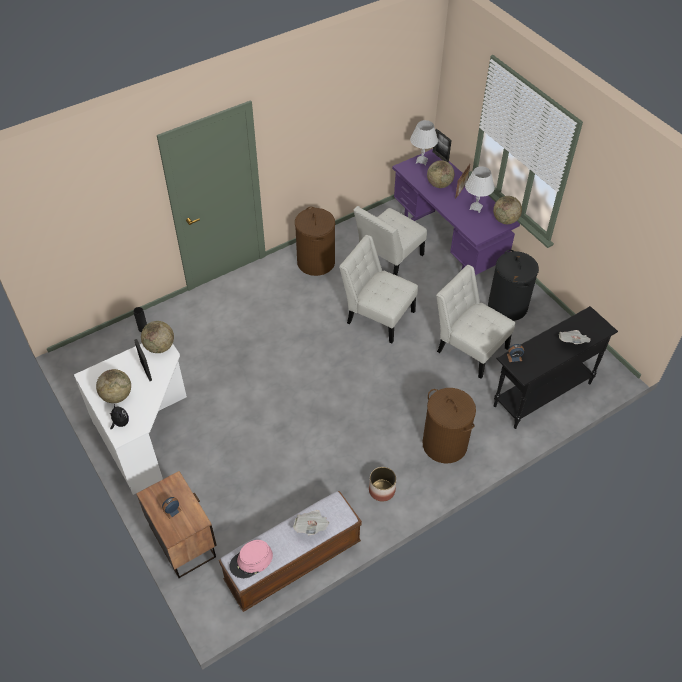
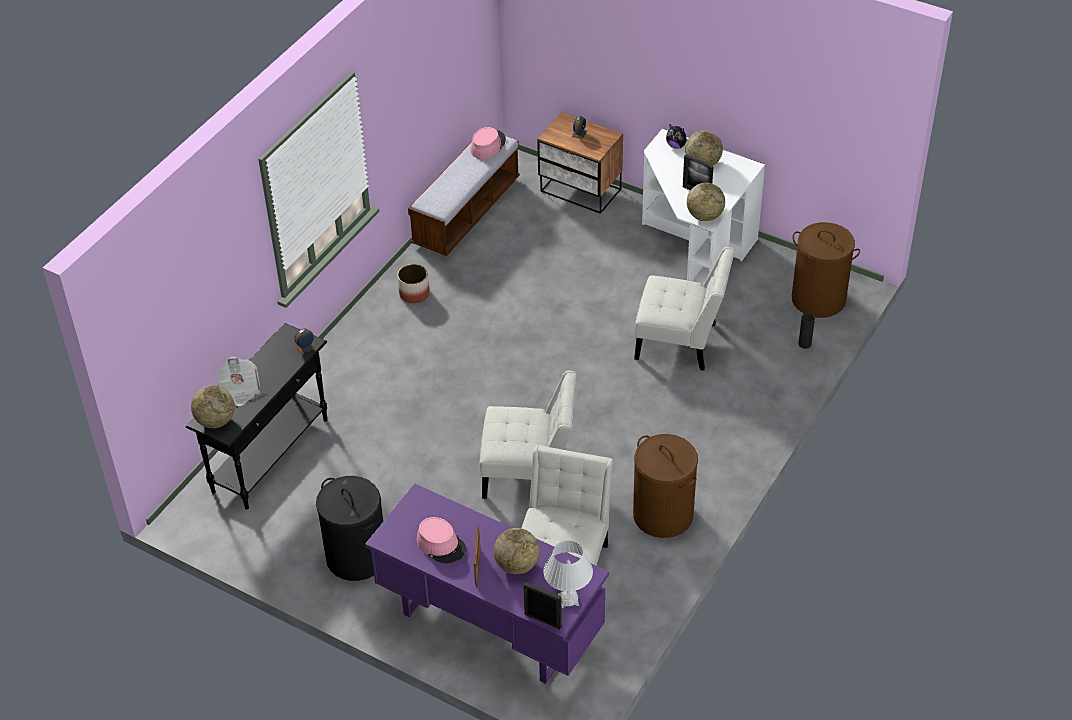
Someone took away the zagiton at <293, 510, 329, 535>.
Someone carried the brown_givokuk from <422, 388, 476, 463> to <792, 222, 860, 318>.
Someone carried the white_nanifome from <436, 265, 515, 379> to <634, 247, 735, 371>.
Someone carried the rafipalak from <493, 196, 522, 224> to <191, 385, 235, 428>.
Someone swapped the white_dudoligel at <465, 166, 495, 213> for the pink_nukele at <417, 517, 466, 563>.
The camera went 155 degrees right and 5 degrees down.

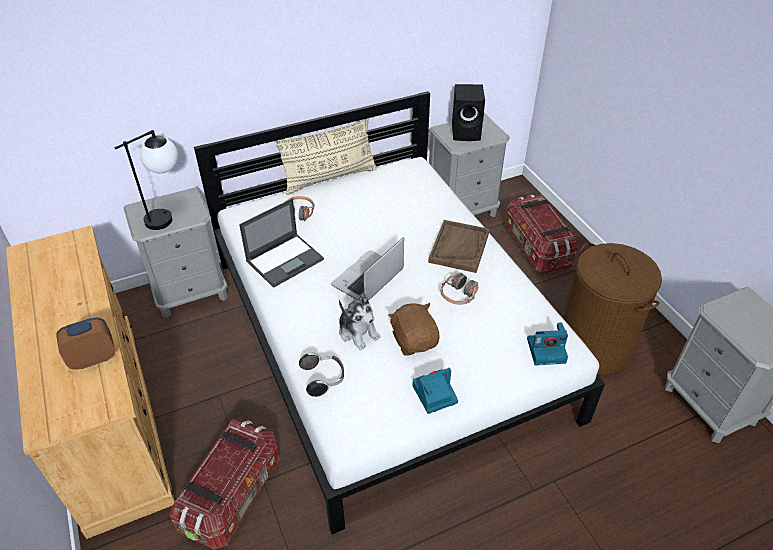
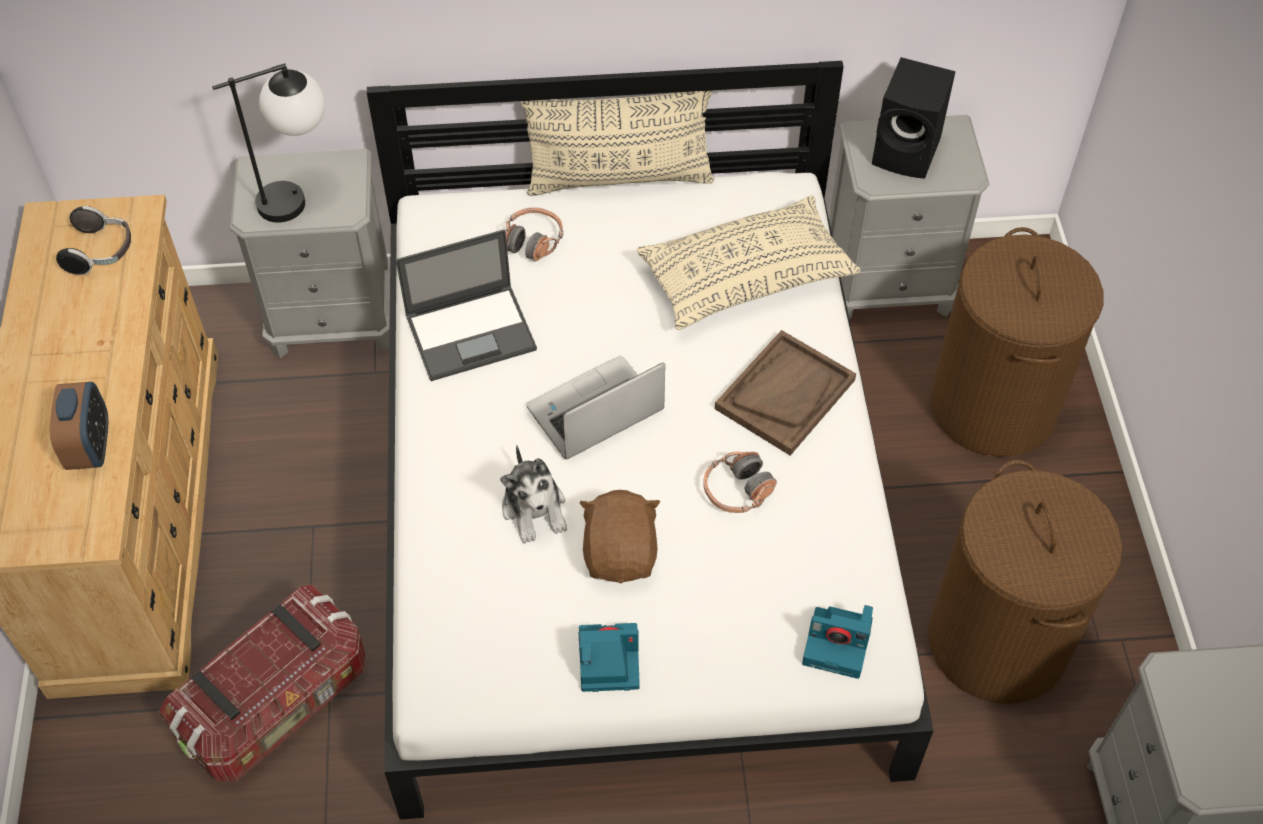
Someone put down the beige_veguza at <637, 195, 860, 330>.
Someone carried the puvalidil from <299, 353, 344, 397> to <56, 206, 131, 275>.
Someone swapped the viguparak at <505, 194, 578, 273> for the brown_givokuk at <930, 227, 1104, 457>.
Someone rotated the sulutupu at <56, 317, 115, 370> by 90 degrees clockwise.
The camera went 20 degrees right and 10 degrees up.

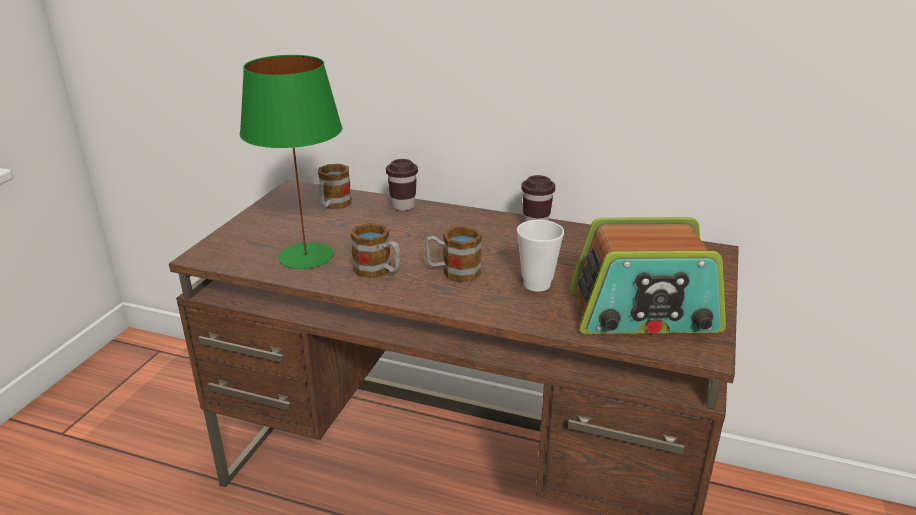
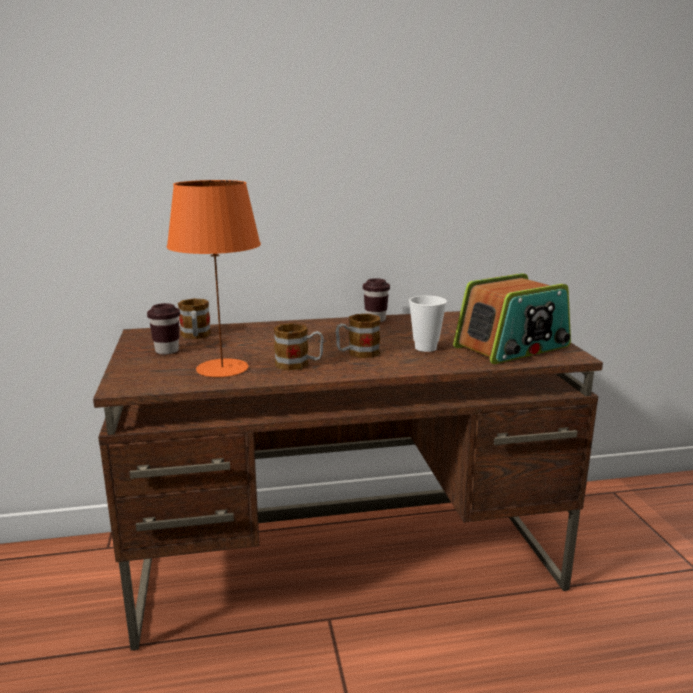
Someone carried the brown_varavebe from <386, 159, 418, 211> to <147, 303, 180, 355>.
Someone repainted the green_dudoligel at <240, 55, 342, 269>, which became the orange_dudoligel at <167, 180, 261, 377>.
The camera went 30 degrees left and 10 degrees down.

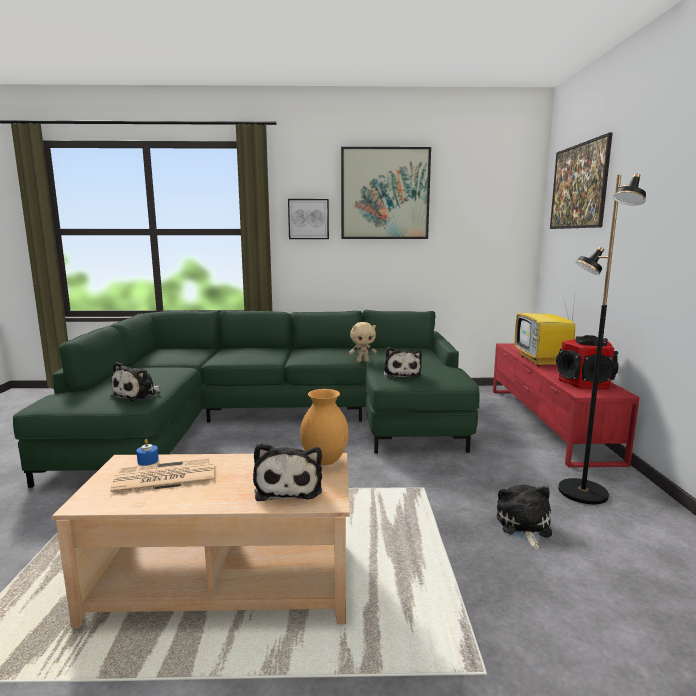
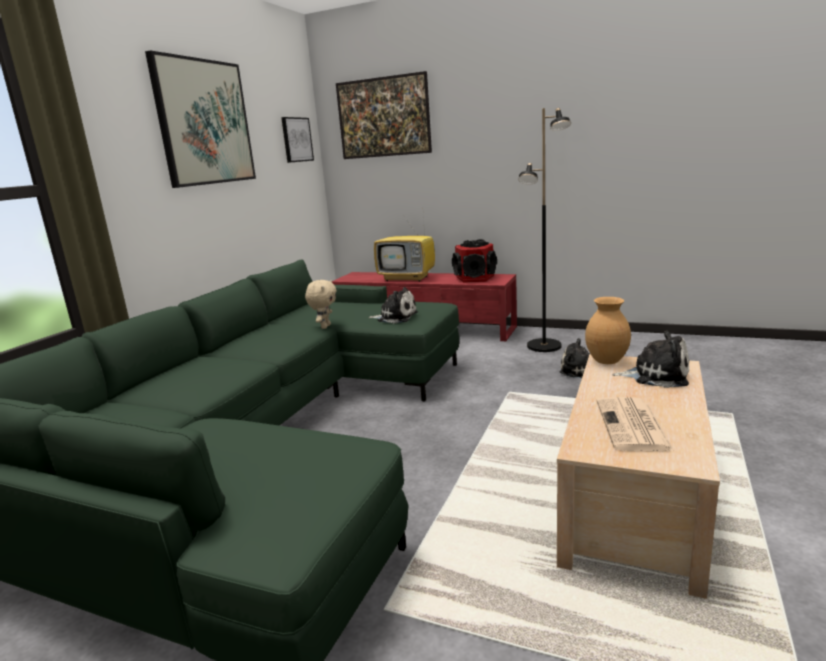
Someone took away the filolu at <110, 362, 161, 401>.
Someone took away the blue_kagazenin at <136, 439, 159, 466>.
Someone carried the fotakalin from <288, 199, 329, 239> to <281, 117, 314, 163>.
The camera went 65 degrees left and 5 degrees up.

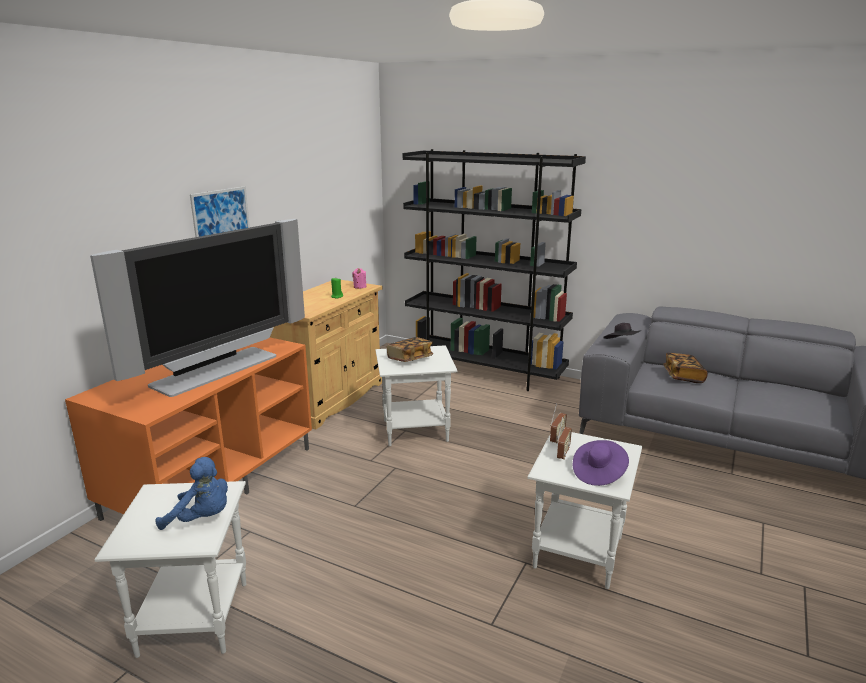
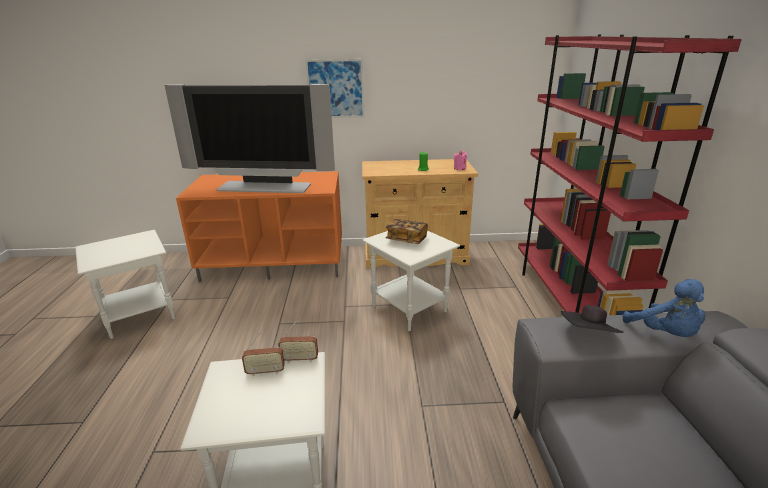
Someone took away the purple_nukele at <573, 440, 629, 486>.
Someone took away the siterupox at <663, 353, 708, 383>.
Someone carried the blue_filolu from <156, 457, 228, 530> to <623, 279, 706, 337>.
Someone repainted the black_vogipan at <403, 149, 586, 391>, which became the red_vogipan at <518, 34, 742, 315>.
The camera went 60 degrees right and 5 degrees up.

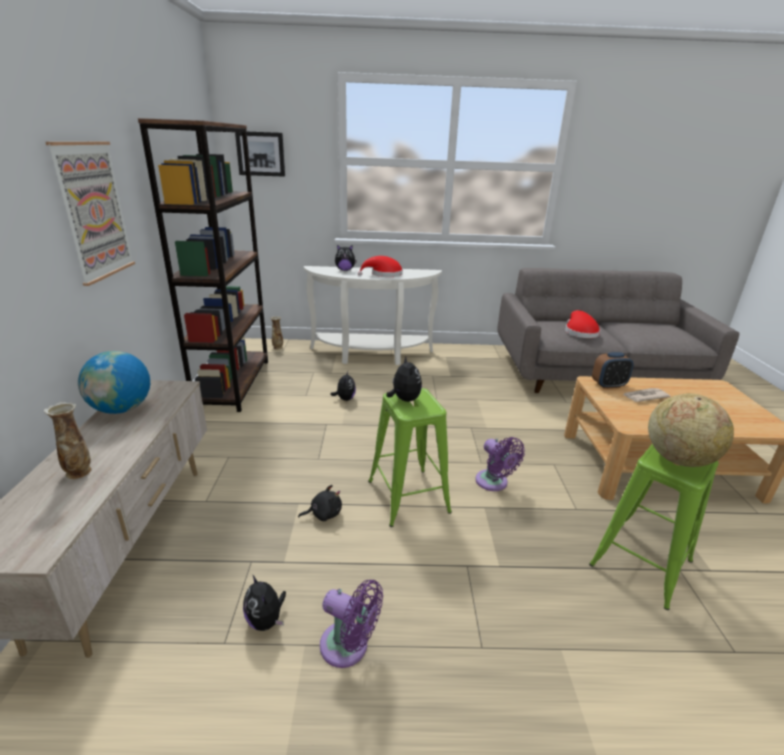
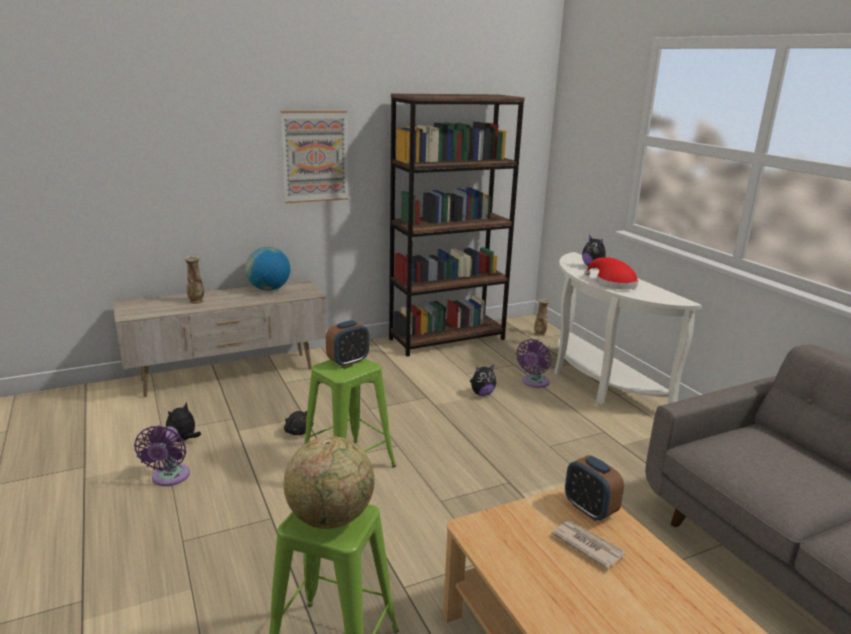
Someone took away the fotakalin at <235, 131, 285, 177>.
Someone took away the red_nukele at <565, 310, 600, 338>.
Someone carried the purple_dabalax from <475, 437, 525, 491> to <516, 339, 551, 388>.
Someone swapped the filolu at <387, 357, 422, 402> for the sulutupu at <326, 320, 369, 367>.
The camera went 65 degrees right and 5 degrees down.

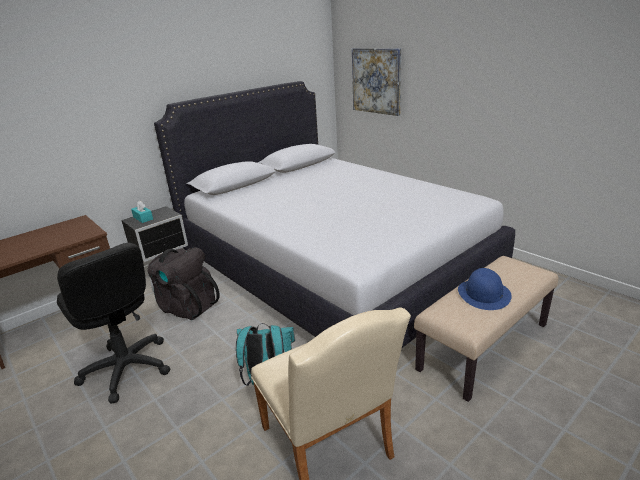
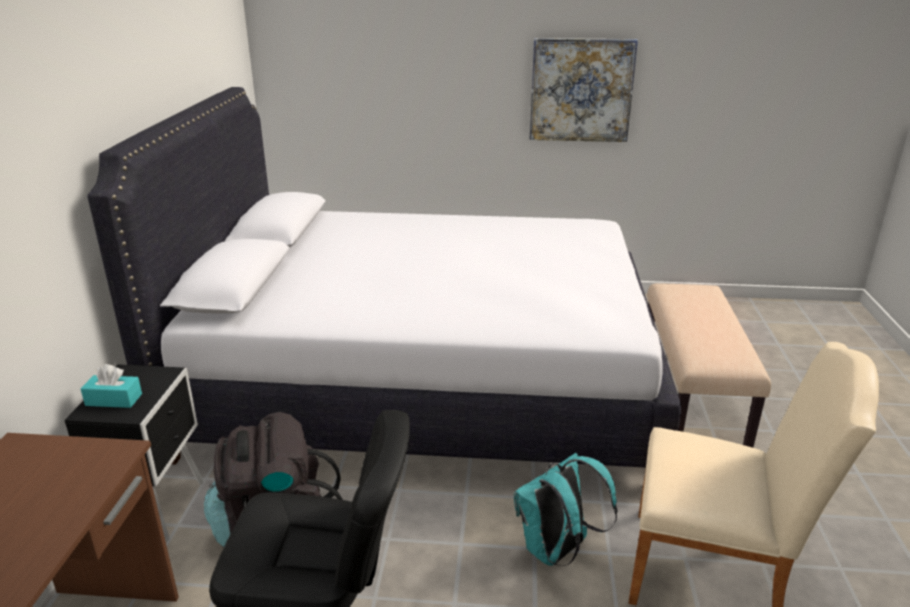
Someone took away the blue_nukele at <458, 268, 512, 310>.
Someone carried the fotakalin from <352, 48, 401, 116> to <529, 38, 638, 142>.
The camera went 45 degrees left and 0 degrees up.

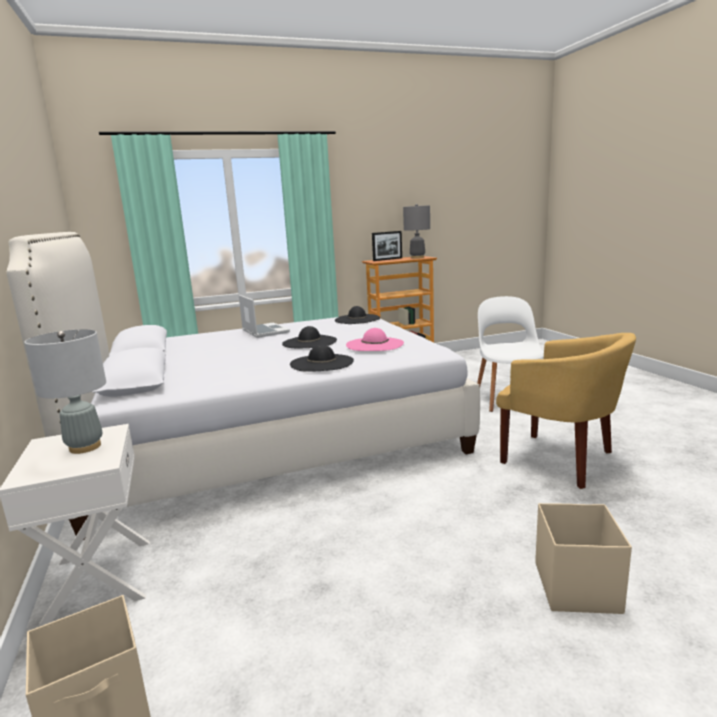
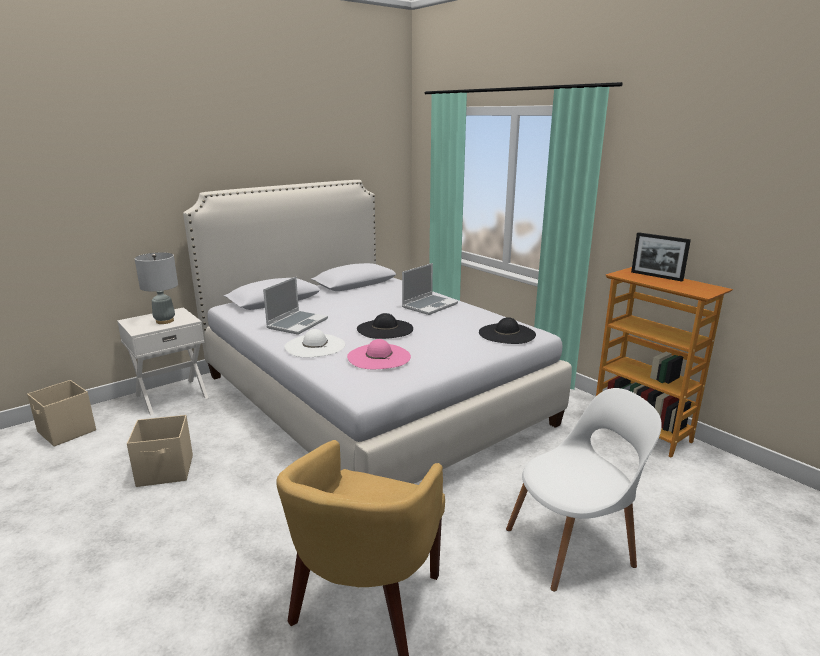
Someone took away the grey_dudoligel at <403, 204, 430, 259>.
Someone put down the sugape at <263, 277, 328, 335>.
Someone carried the beige_viguparak from <535, 503, 632, 614> to <127, 415, 193, 487>.
Someone repainted the black_nukele at <290, 345, 354, 372>, which became the white_nukele at <284, 329, 345, 357>.
The camera went 70 degrees right and 5 degrees up.

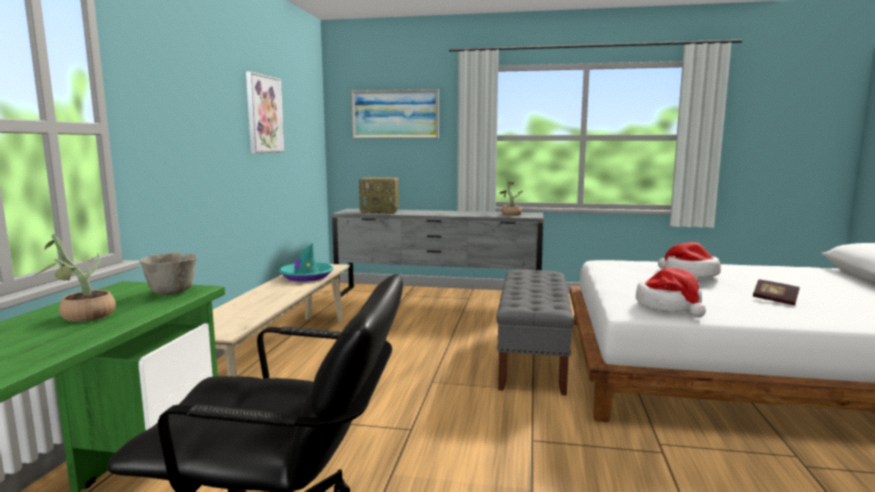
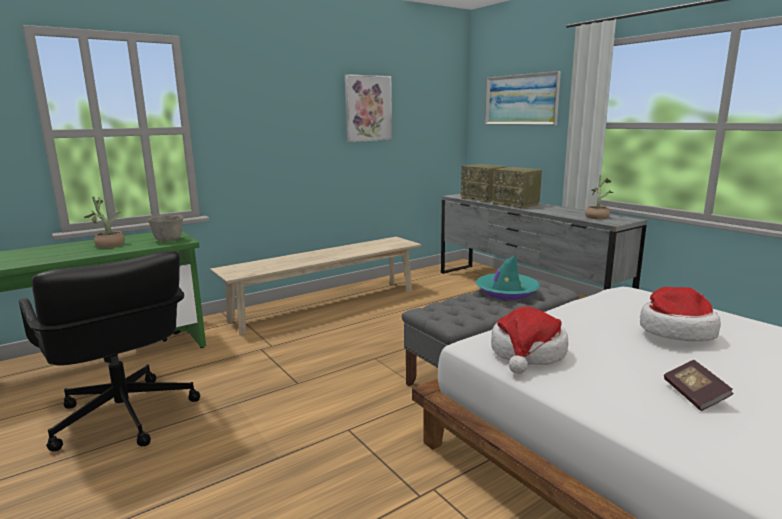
Someone put down the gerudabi at <492, 167, 542, 209>.
Someone carried the turquoise_nukele from <279, 243, 334, 282> to <476, 255, 540, 300>.
The camera went 45 degrees right and 5 degrees up.

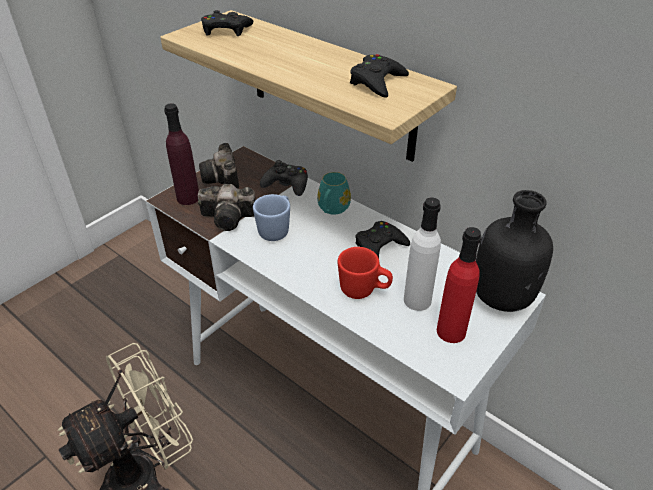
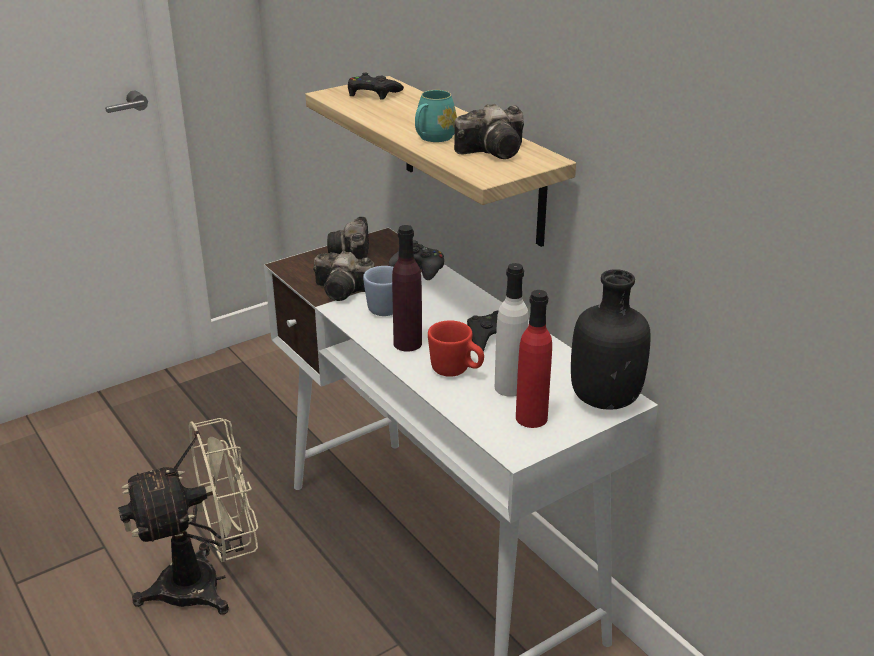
Someone carried the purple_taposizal from <164, 103, 199, 205> to <392, 225, 422, 352>.
Someone carried the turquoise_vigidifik from <317, 172, 351, 215> to <415, 90, 457, 142>.
Someone swapped the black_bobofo at <350, 54, 409, 98> for the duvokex at <454, 104, 524, 159>.
The camera went 15 degrees right and 10 degrees down.

